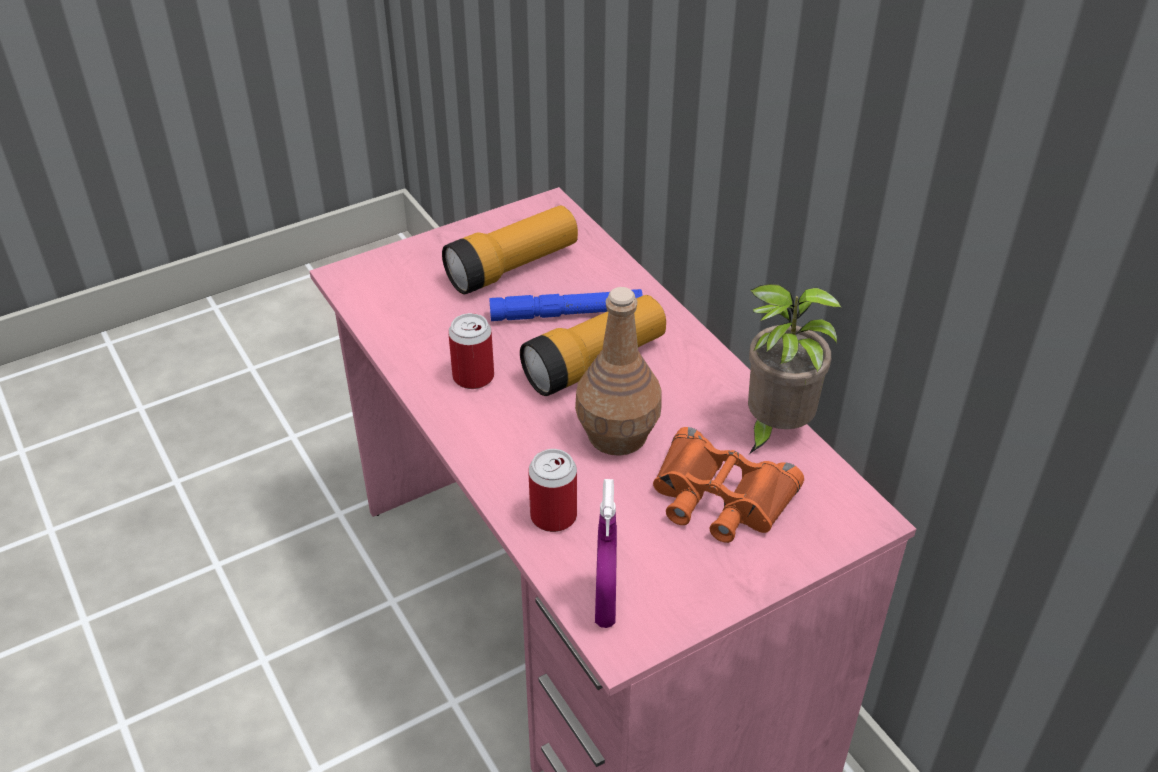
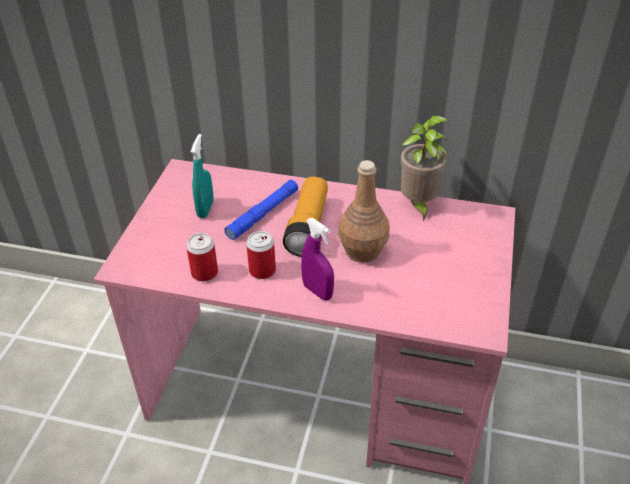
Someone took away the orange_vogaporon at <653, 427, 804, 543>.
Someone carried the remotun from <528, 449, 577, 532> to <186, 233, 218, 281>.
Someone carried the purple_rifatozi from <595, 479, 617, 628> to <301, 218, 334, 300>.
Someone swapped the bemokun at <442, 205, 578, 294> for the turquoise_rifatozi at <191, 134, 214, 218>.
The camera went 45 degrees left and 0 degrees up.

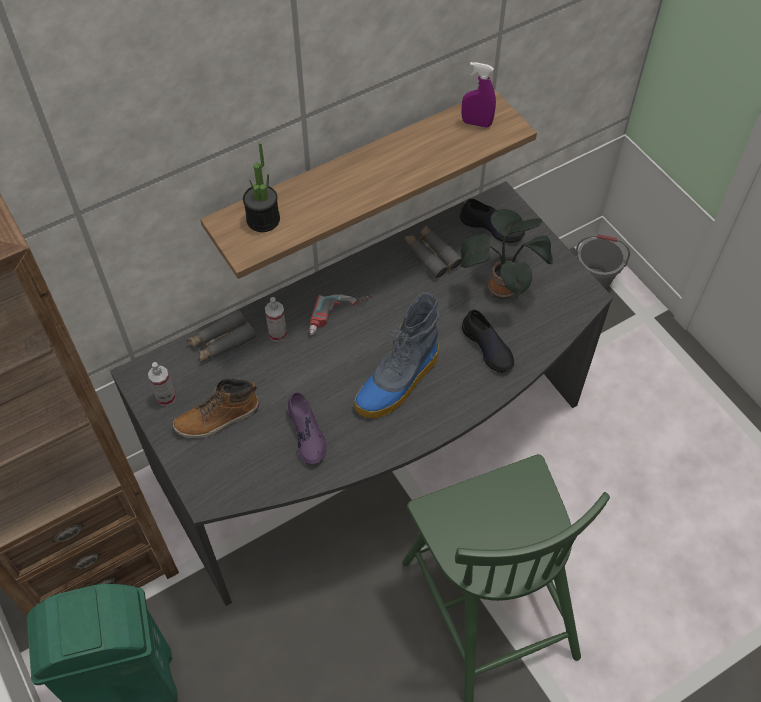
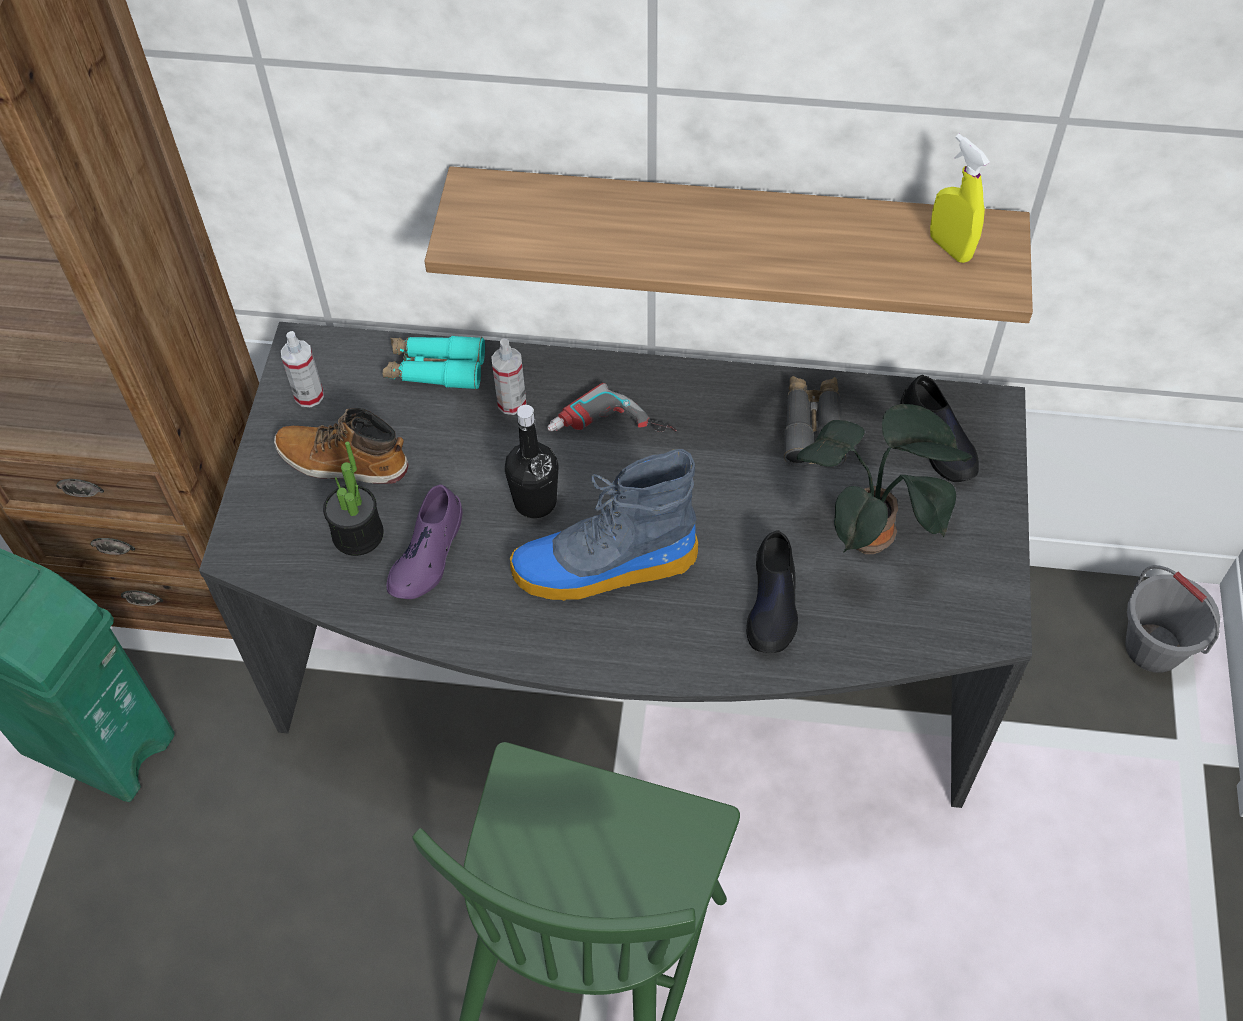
Someone put down the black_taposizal at <505, 405, 558, 518>.
Someone carried the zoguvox from <243, 142, 280, 232> to <323, 441, 384, 556>.
Someone repainted the grey_vogaporon at <187, 309, 256, 362>, which became the turquoise_vogaporon at <382, 336, 485, 390>.
Someone repainted the purple_rifatozi at <461, 62, 496, 128>, which became the yellow_rifatozi at <930, 134, 990, 263>.
The camera went 40 degrees right and 0 degrees up.

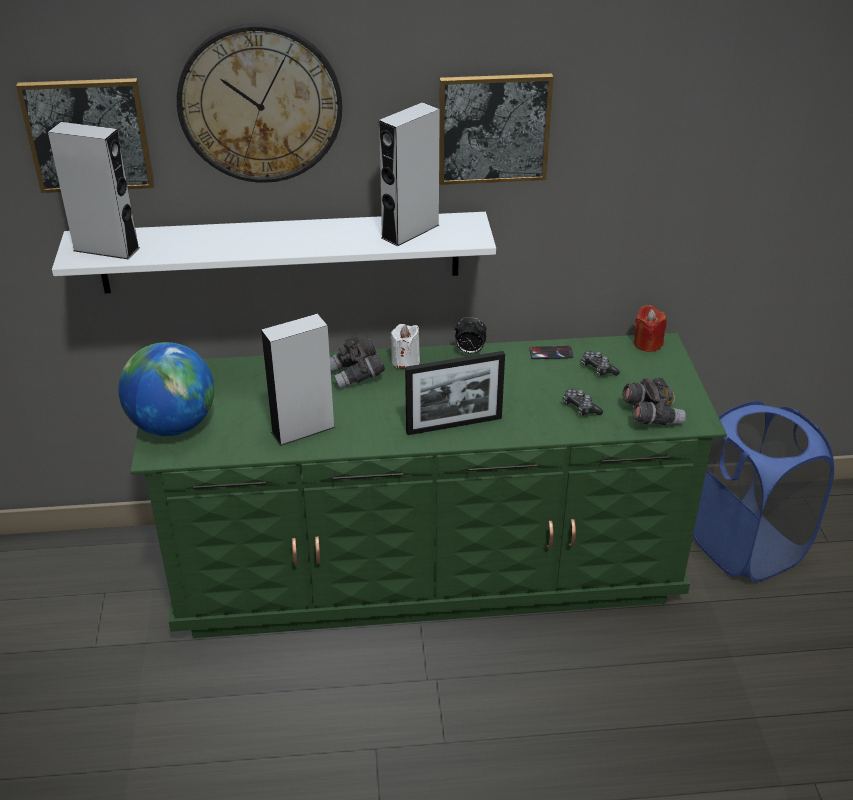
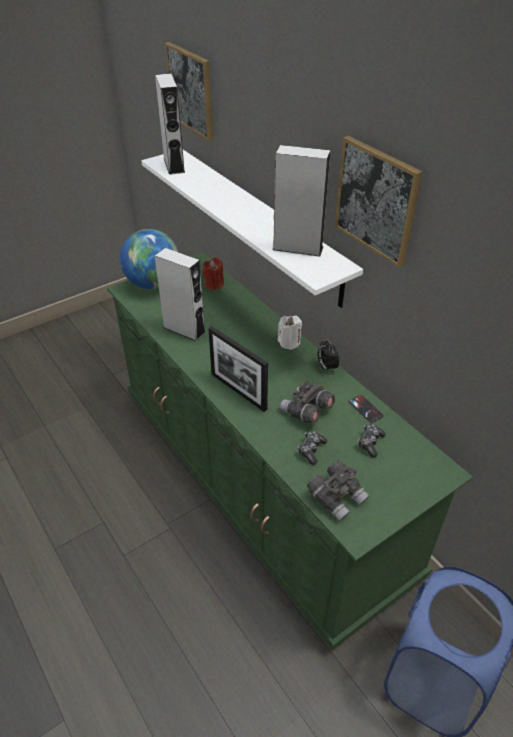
Someone took away the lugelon at <177, 23, 342, 183>.
Someone carried the grey_vogaporon from <330, 337, 385, 389> to <280, 382, 335, 423>.
Someone carried the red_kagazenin from <634, 305, 667, 352> to <203, 257, 224, 290>.
The camera went 60 degrees right and 5 degrees up.

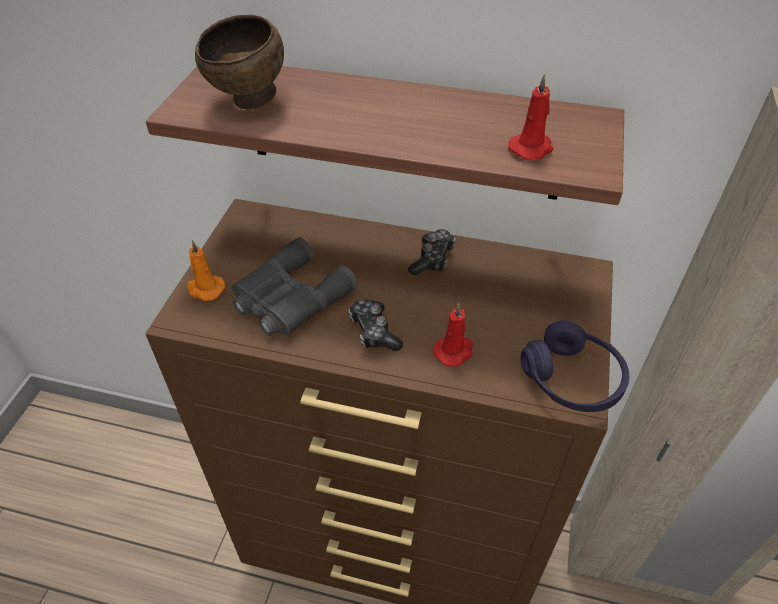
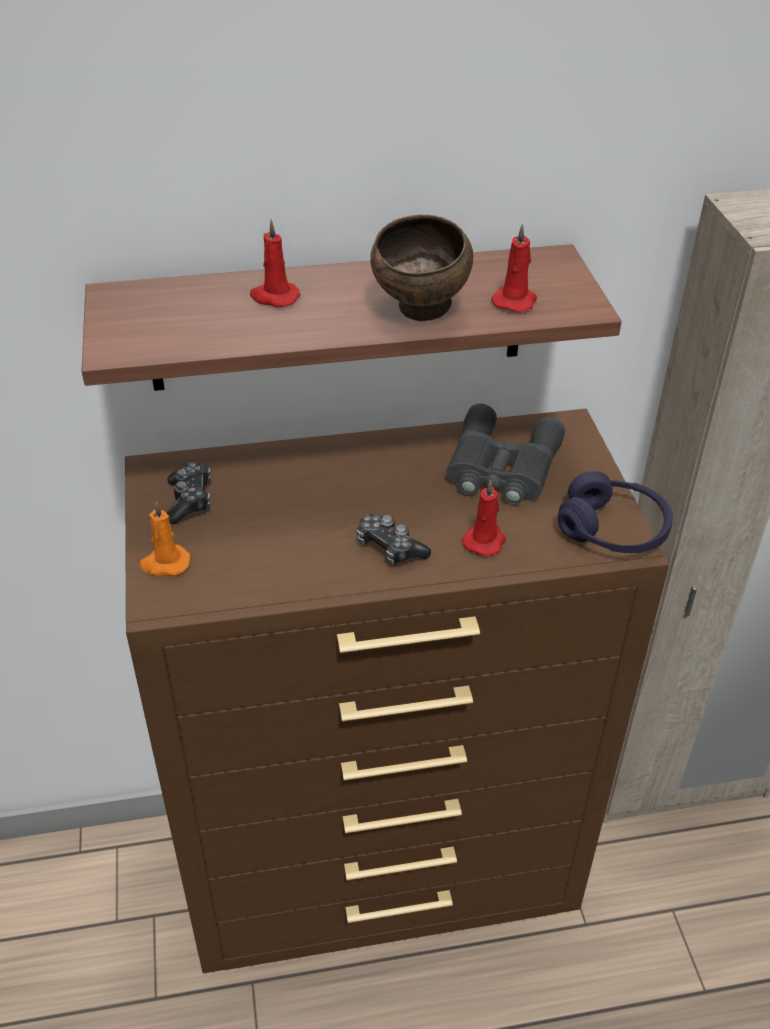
Someone put down the red_kagazenin at <250, 219, 301, 307>.
Someone carried the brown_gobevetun from <195, 14, 284, 110> to <370, 214, 473, 321>.
Someone carried the grey_vogaporon from <232, 237, 357, 336> to <446, 404, 565, 505>.
Someone carried the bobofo from <408, 229, 455, 275> to <167, 462, 211, 524>.
The camera went 25 degrees left and 5 degrees down.

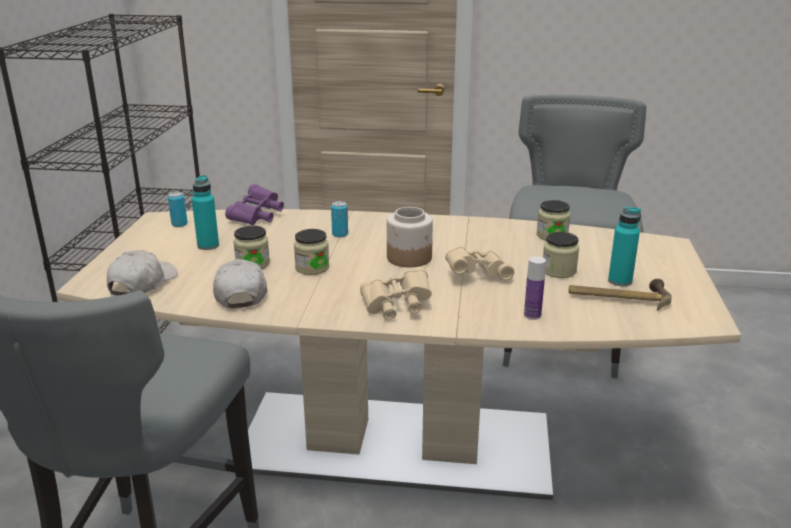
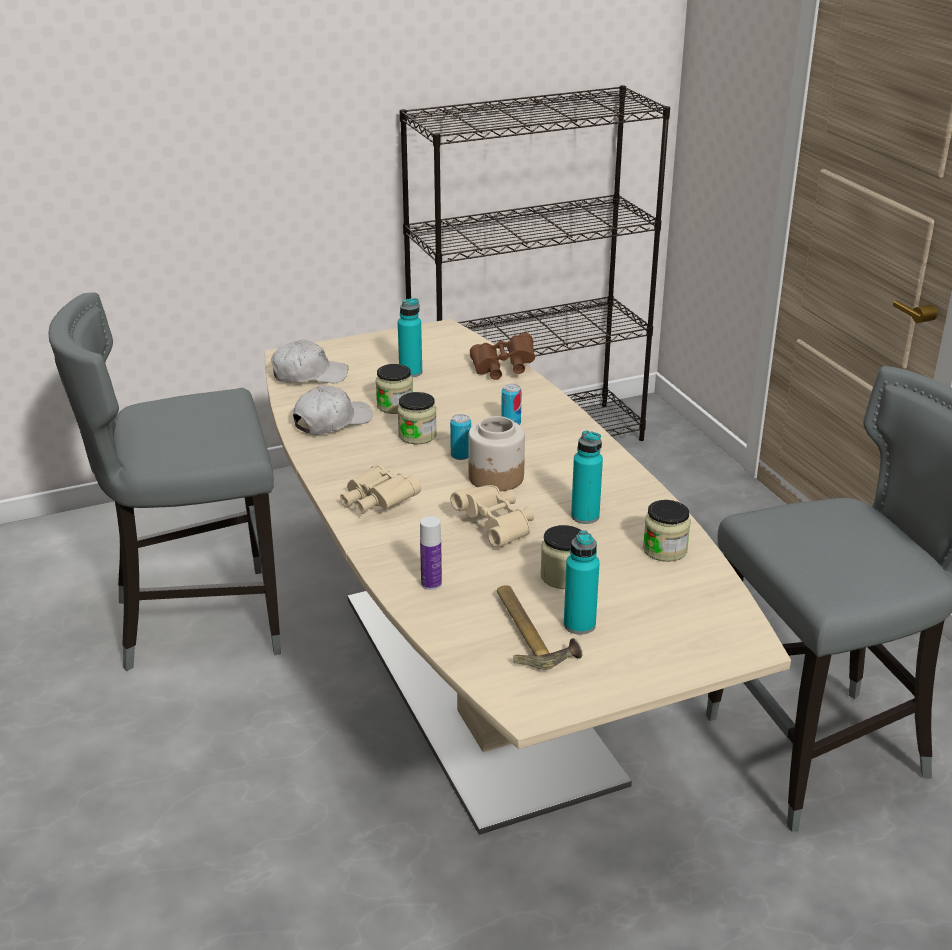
Someone put down the turquoise_taposizal at <571, 430, 603, 524>.
Someone carried the remotun from <168, 192, 188, 227> to <450, 414, 471, 460>.
Someone repainted the purple_vogaporon at <225, 184, 284, 225>, which became the brown_vogaporon at <470, 333, 535, 380>.
The camera went 60 degrees right and 5 degrees up.

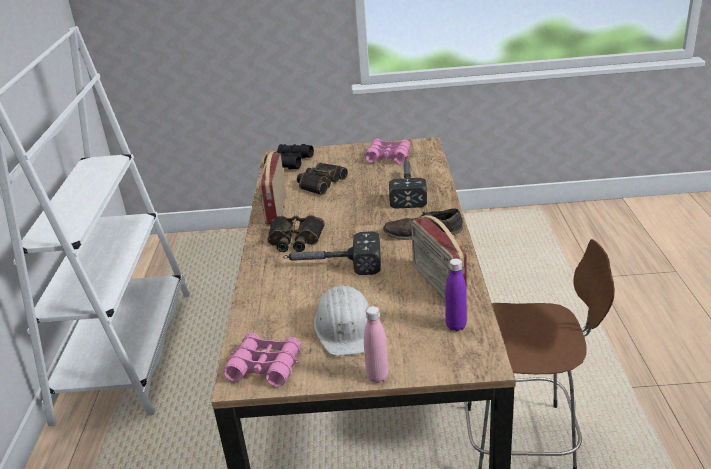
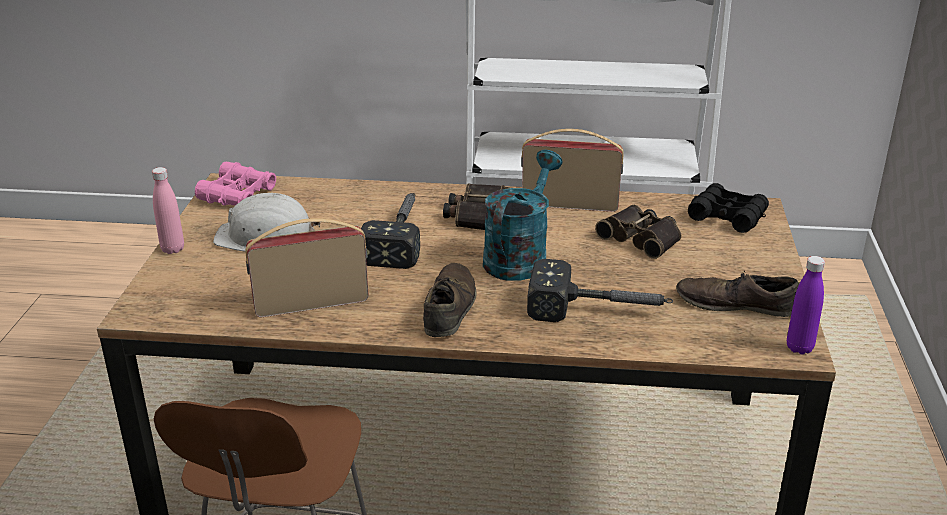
Someone put down the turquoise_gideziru at <483, 150, 563, 281>.
Someone carried the purple_taposizal from <445, 258, 467, 331> to <787, 256, 825, 354>.
Someone swapped the pink_vogaporon at <365, 139, 411, 164> for the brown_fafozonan at <676, 271, 799, 317>.
The camera went 95 degrees right and 0 degrees up.

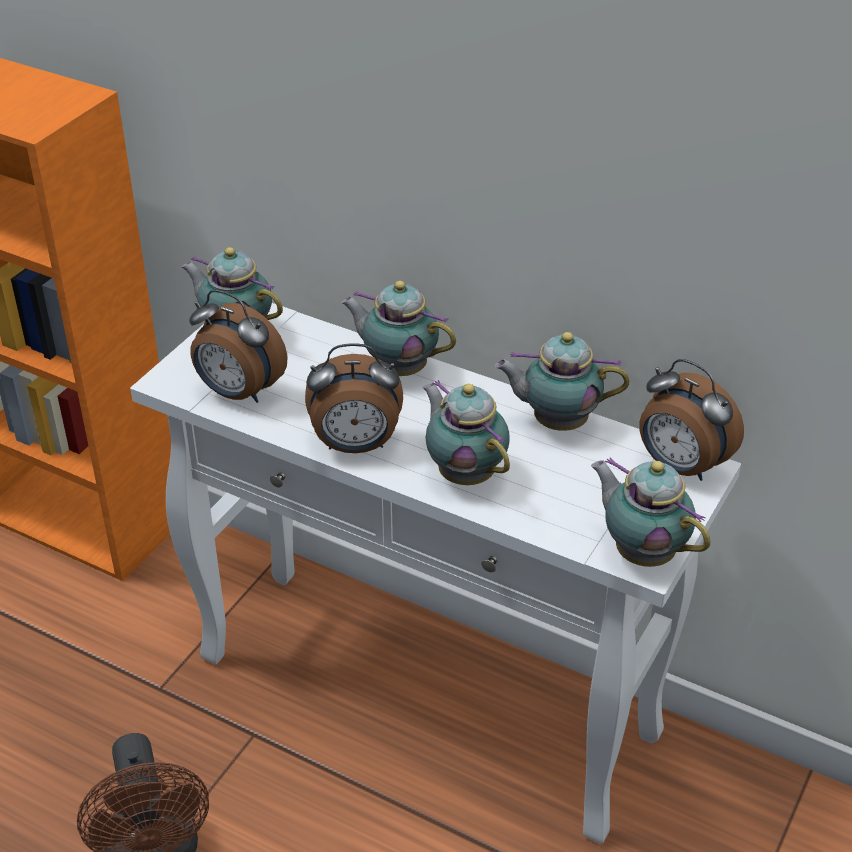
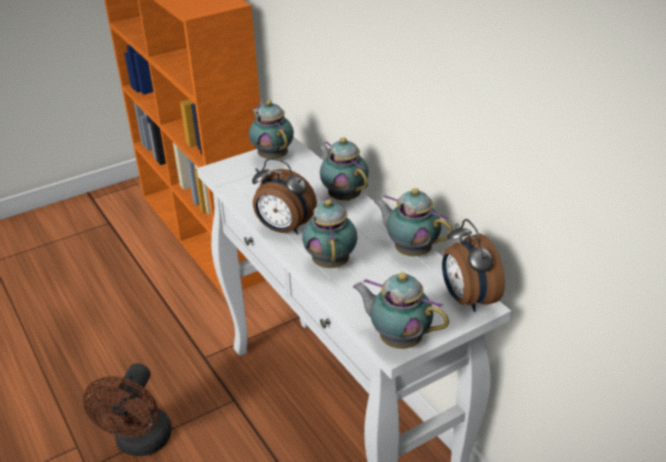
Someone took away the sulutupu at <189, 289, 288, 403>.
Someone rotated the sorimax at <591, 457, 711, 567> by 45 degrees counterclockwise.
The camera went 30 degrees right and 5 degrees down.

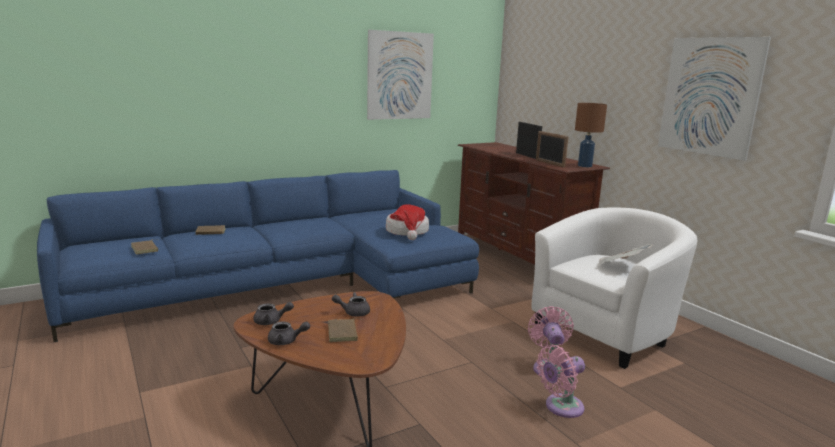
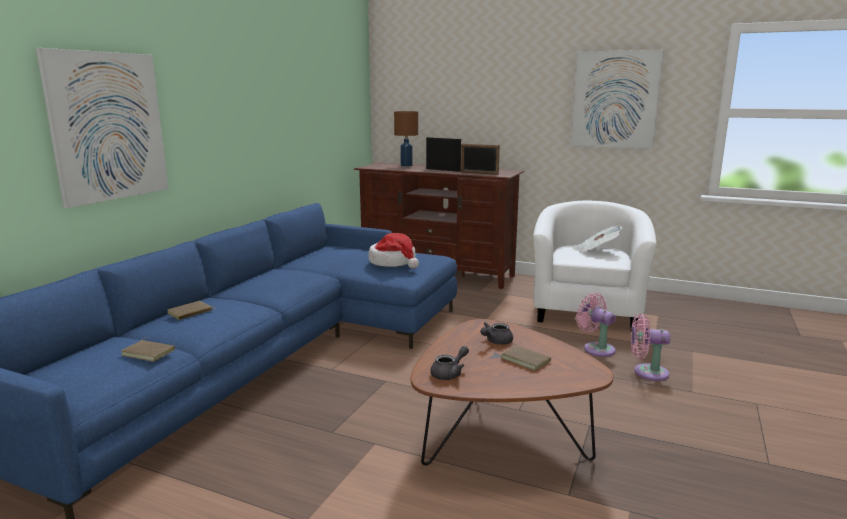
Someone took away the grey_sorimax at <268, 321, 310, 345>.
Someone carried the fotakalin from <367, 30, 434, 120> to <36, 48, 169, 208>.
Someone carried the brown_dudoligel from <575, 103, 607, 167> to <394, 111, 418, 167>.
Someone rotated the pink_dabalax at <537, 344, 585, 418> by 75 degrees clockwise.
The camera went 35 degrees left and 0 degrees up.

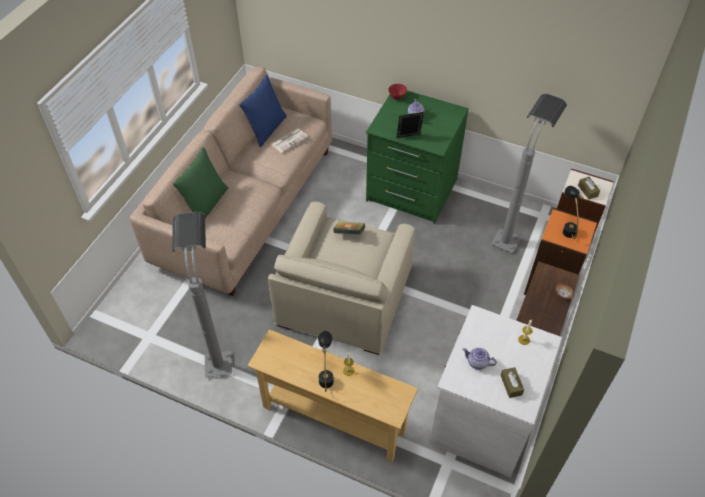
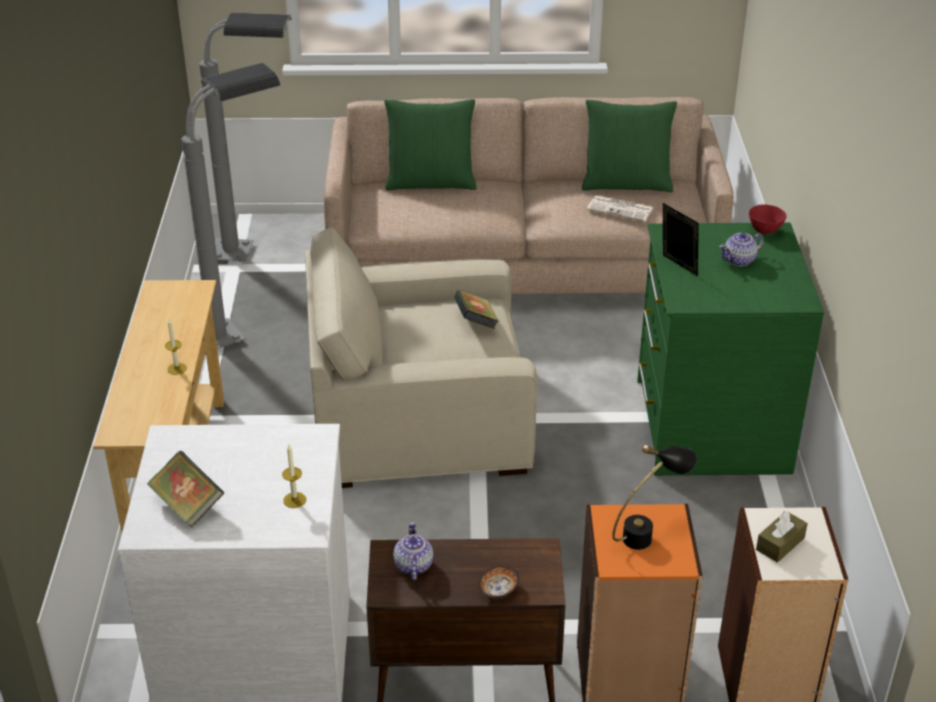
Someone took away the black_dudoligel at <318, 331, 334, 392>.
Someone carried the sorimax from <462, 348, 497, 370> to <393, 522, 433, 580>.
Someone carried the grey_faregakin from <491, 94, 567, 253> to <199, 13, 292, 262>.
Someone swapped the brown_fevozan at <500, 367, 524, 398> for the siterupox at <147, 451, 224, 527>.
Someone repainted the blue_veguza at <239, 75, 287, 147>, which became the green_veguza at <582, 100, 677, 192>.
The camera went 65 degrees right and 15 degrees down.

